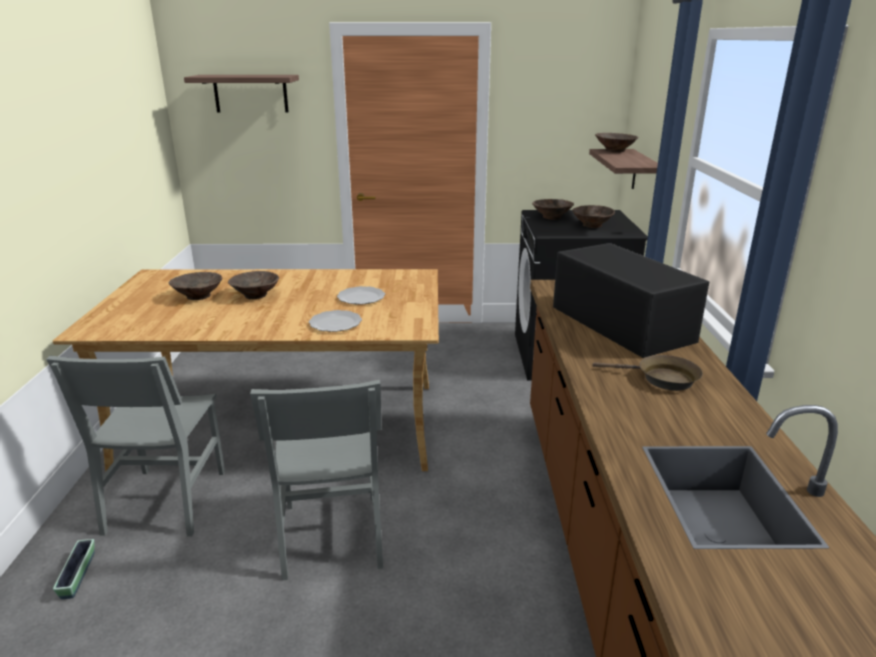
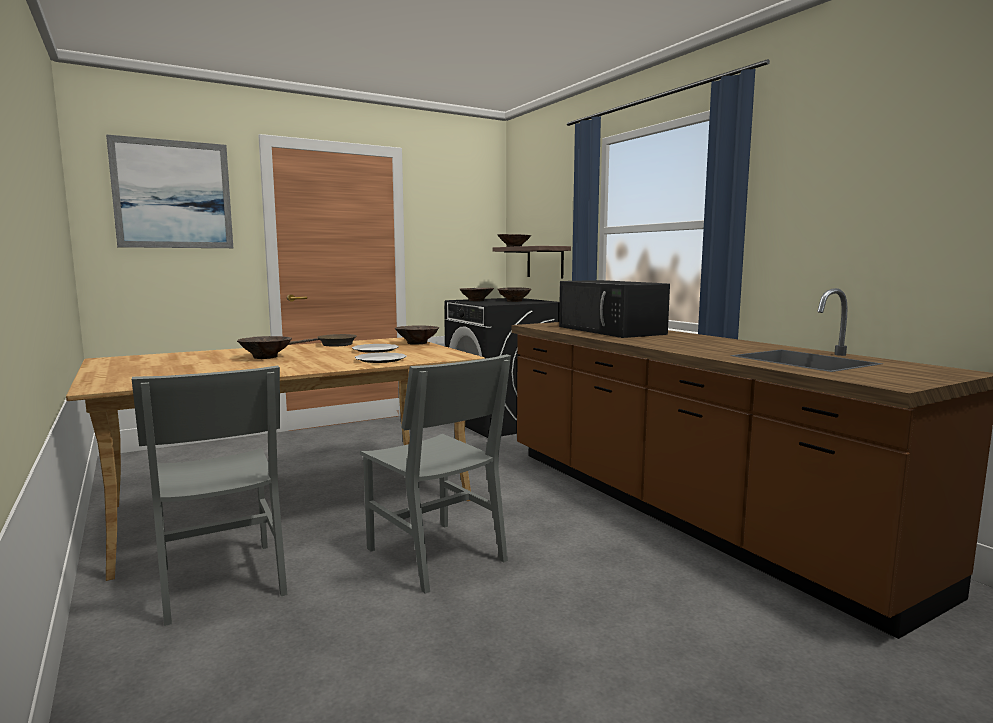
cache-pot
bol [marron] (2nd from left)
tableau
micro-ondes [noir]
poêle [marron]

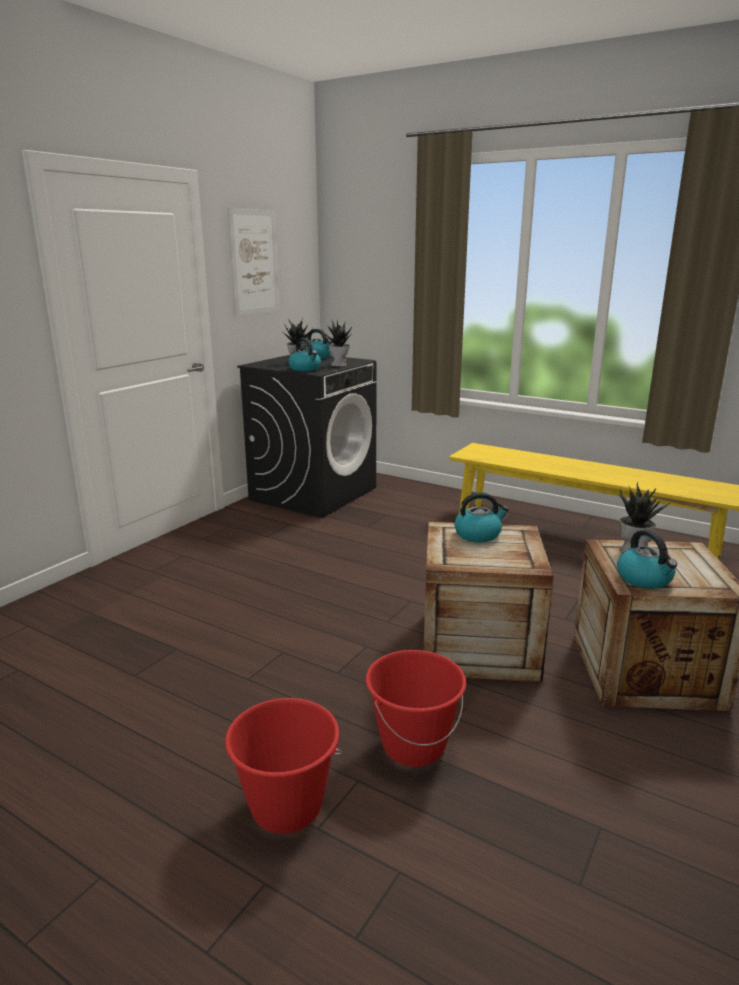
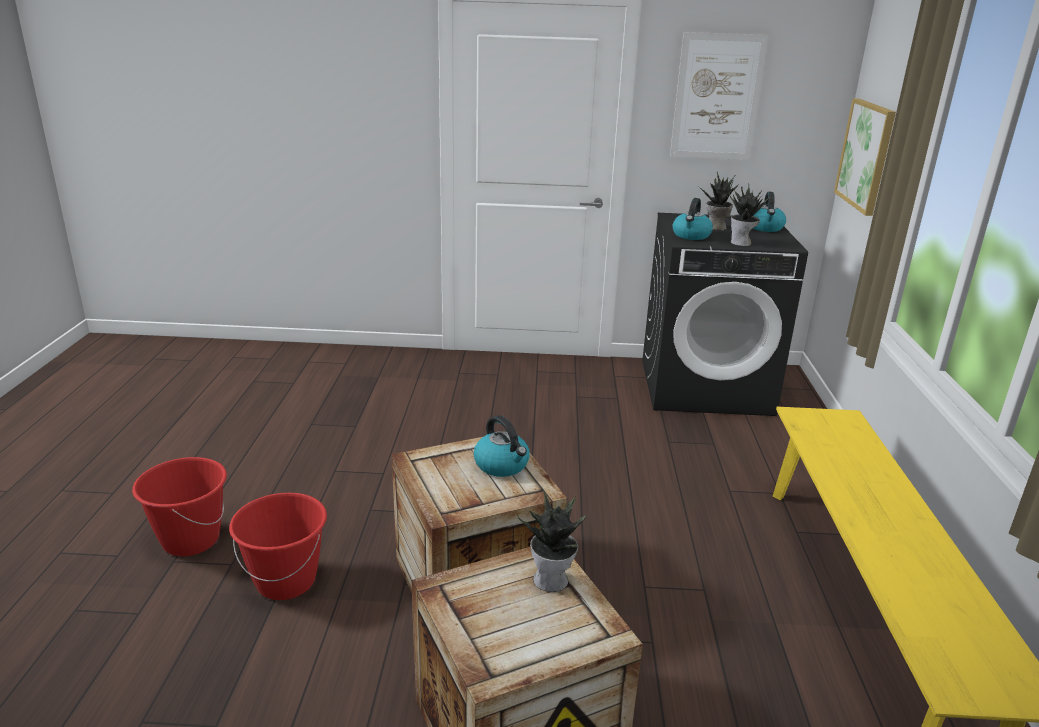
bouilloire (4th from left in the first image)
tableau (2nd from left)

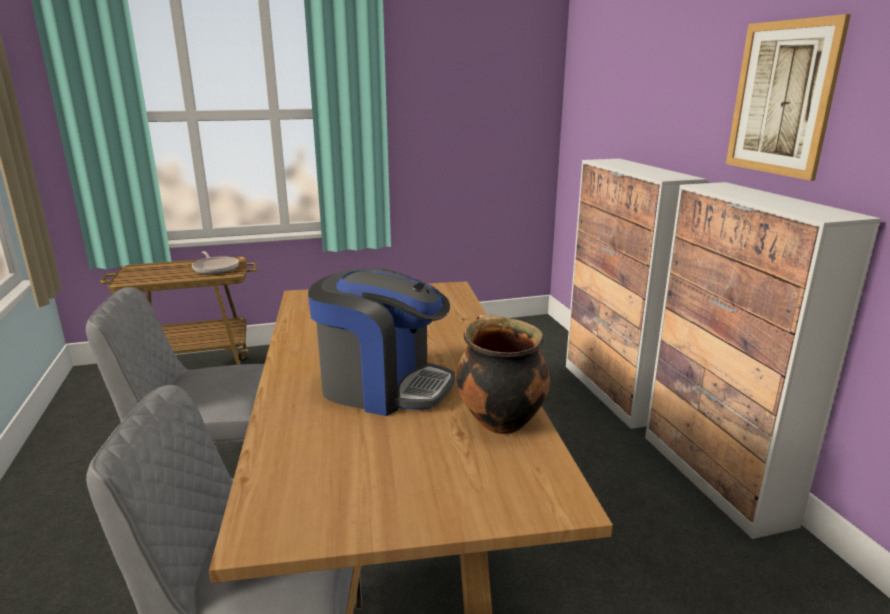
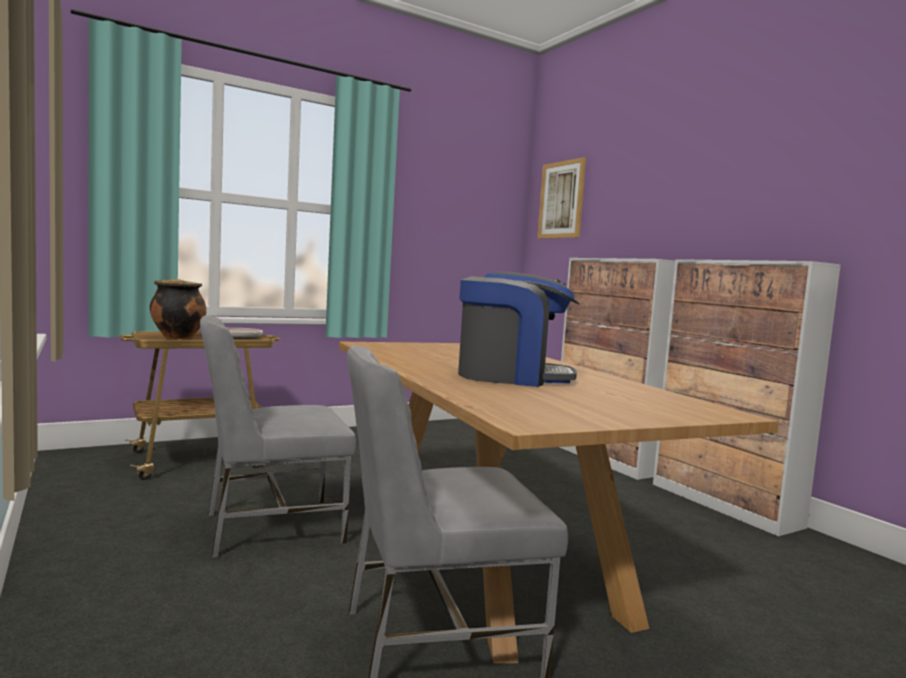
marmite
tableau

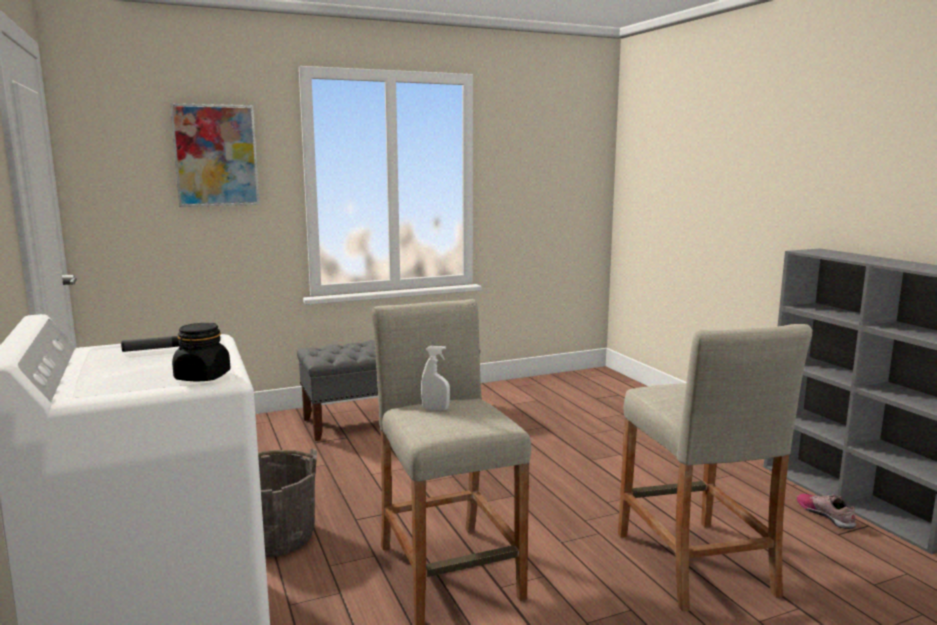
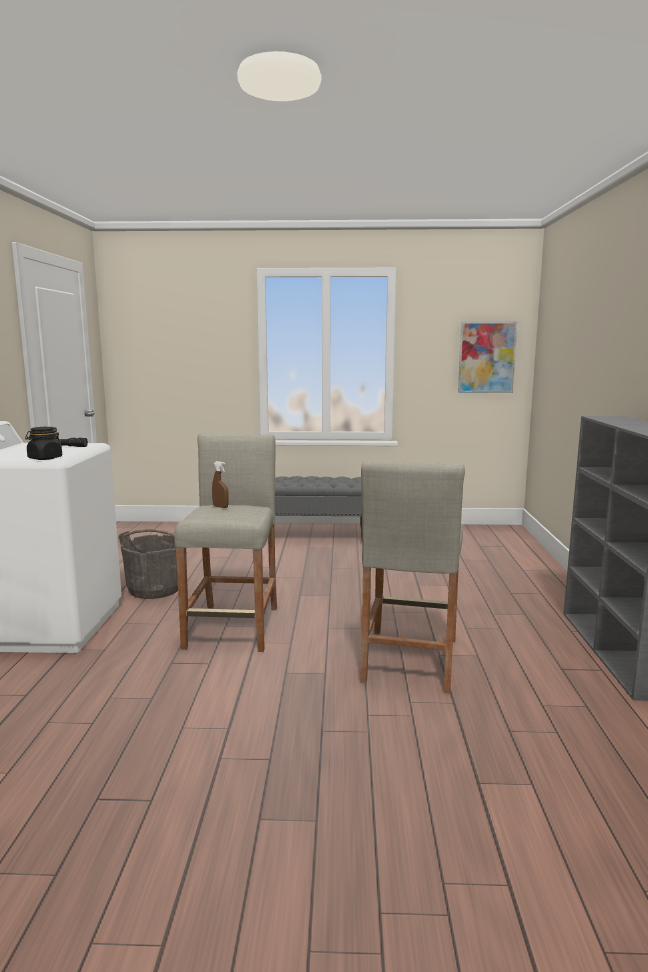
tableau
vaporisateur [marron]
chaussure

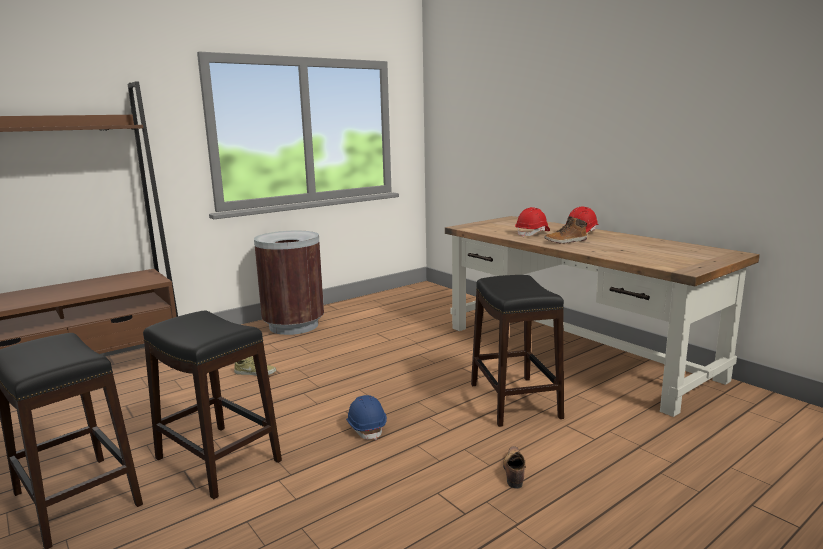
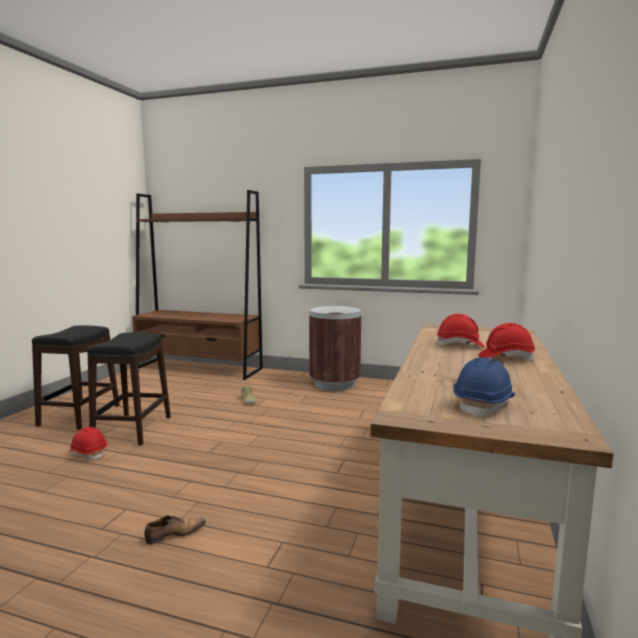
casque de chantier [bleu]
tabouret [noir] (3rd from left in the first image)
botte
casque de chantier [rouge] (1st from left)

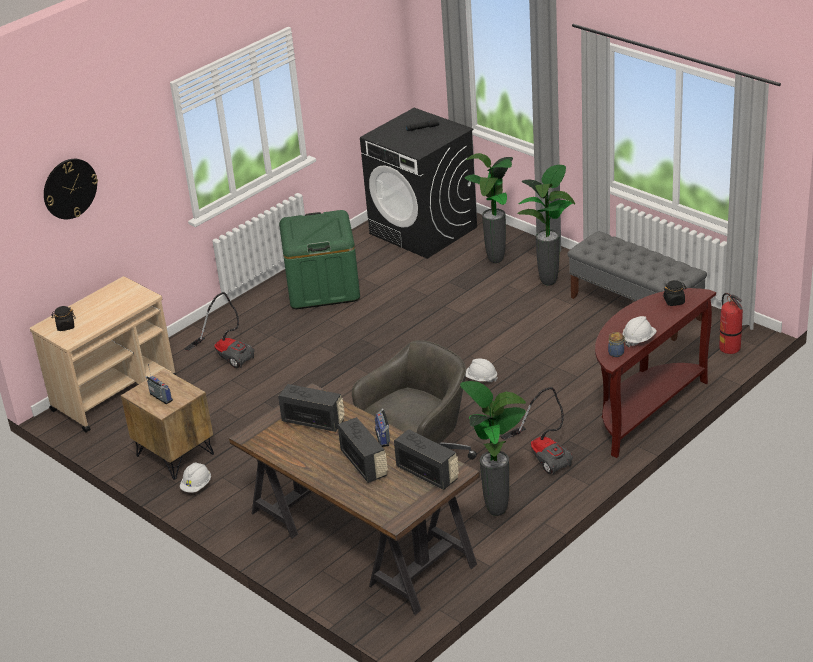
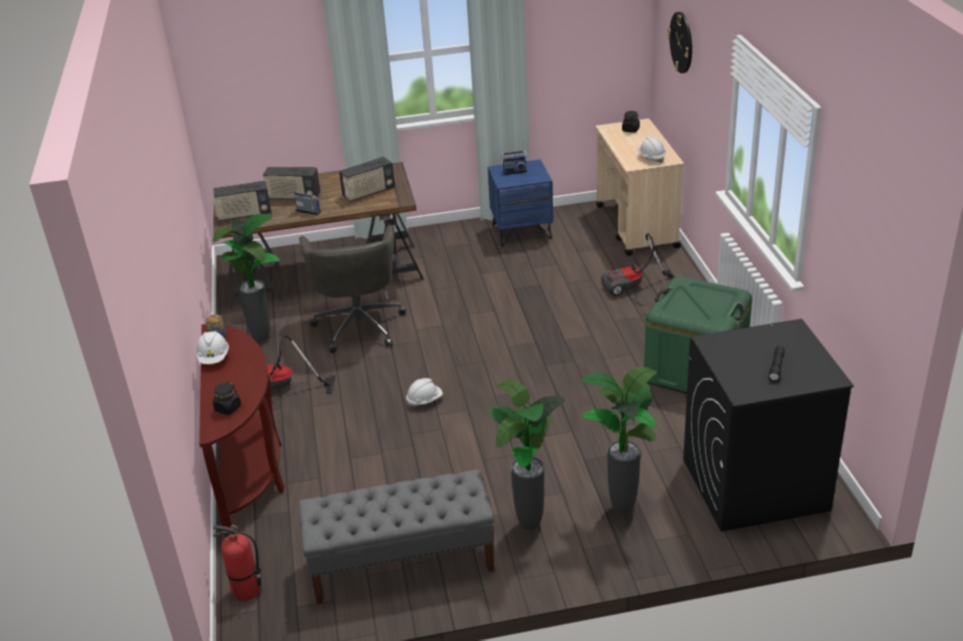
table de chevet [bleu]
casque de chantier [blanc] (3rd from left)

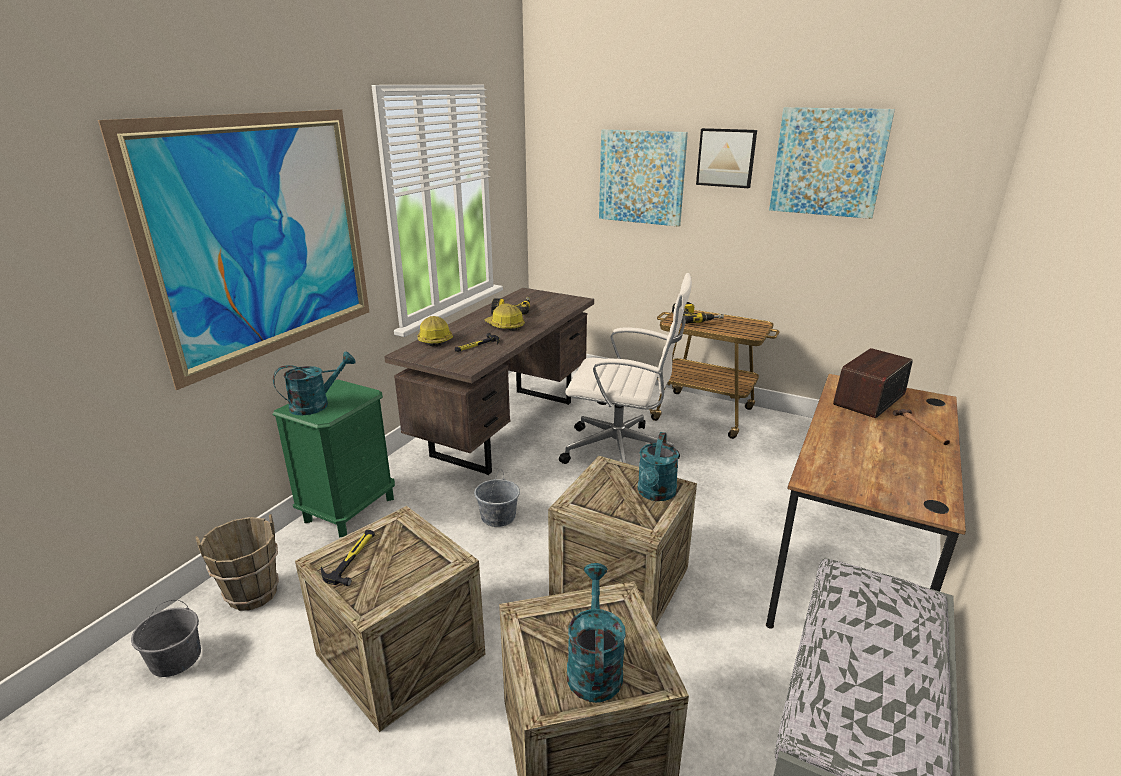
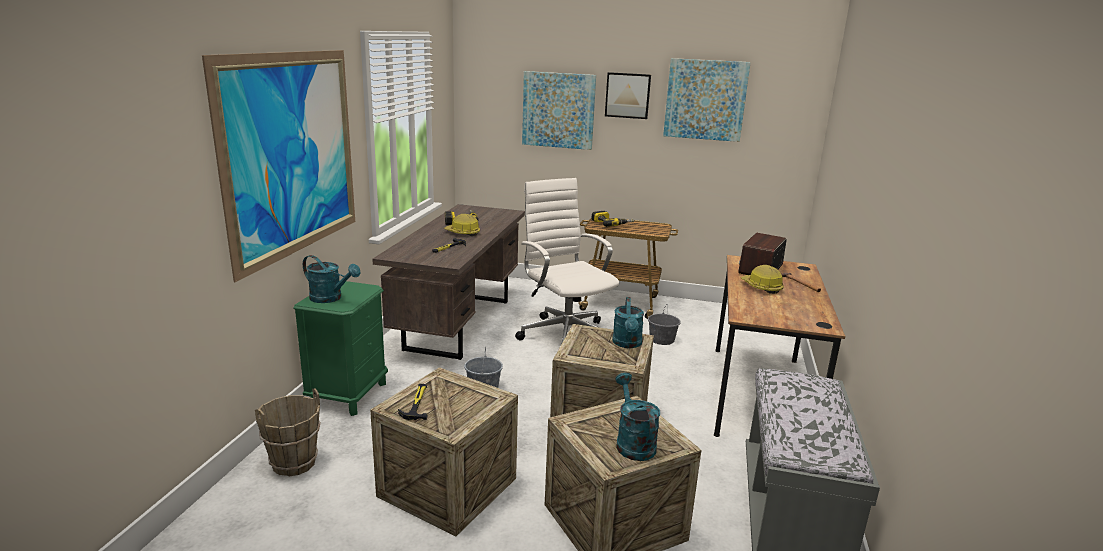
seau [gris] (2nd from left)
arrosoir [turquoise] (1st from left)
casque de chantier (2nd from left)
chaise de bureau [blanc]

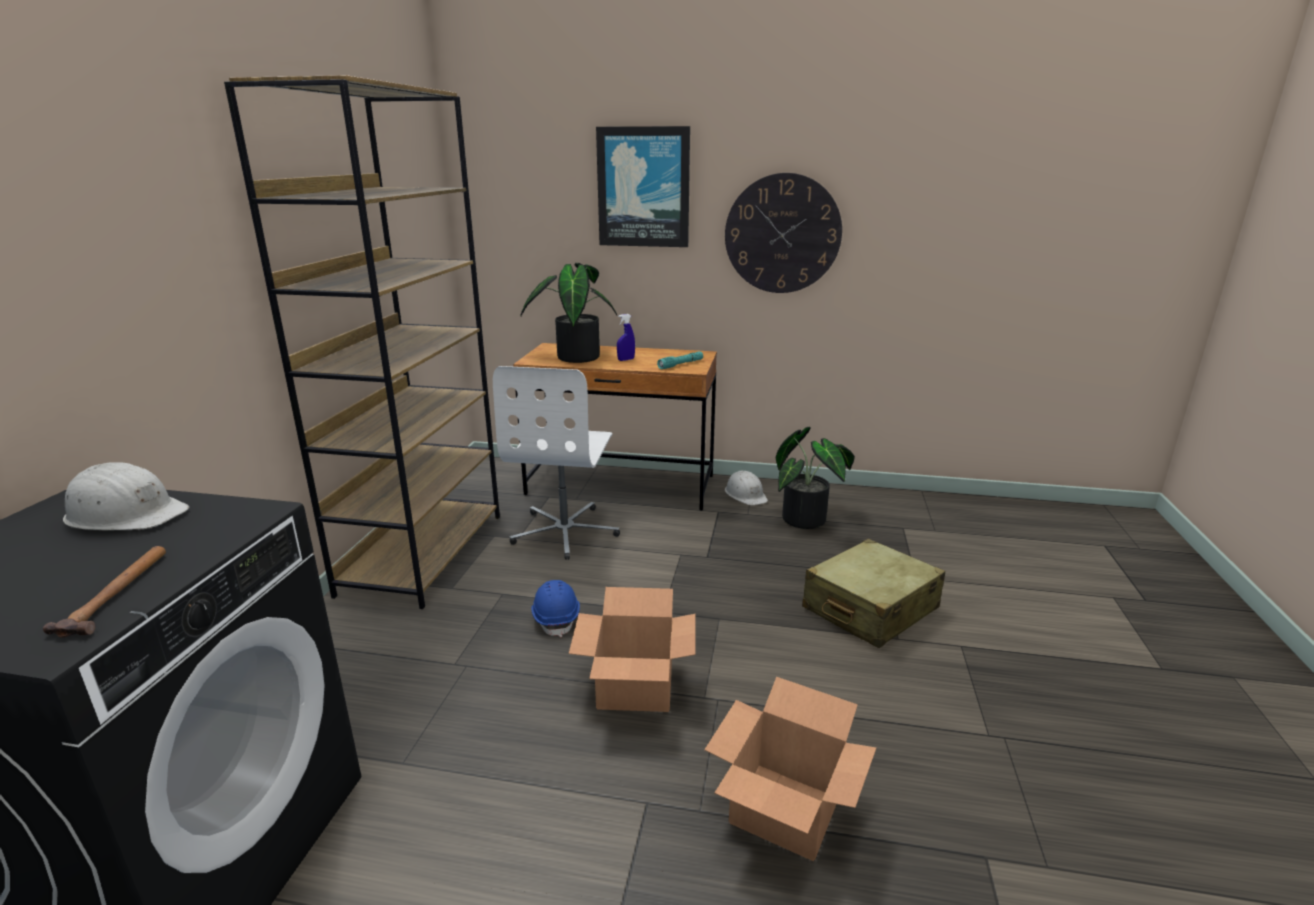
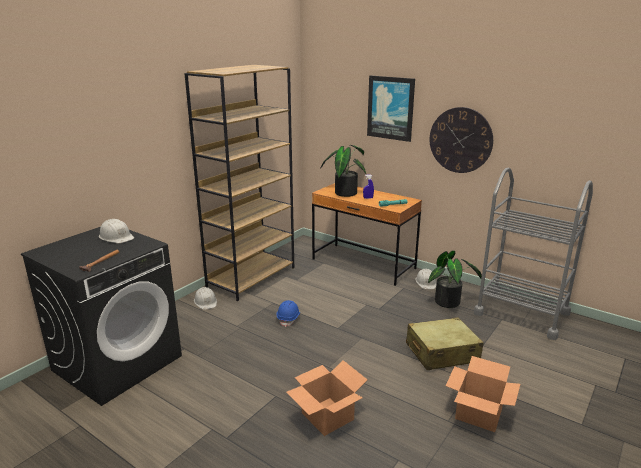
chaise de bureau [blanc]
carton (2nd from left)
casque de chantier [blanc] (2nd from left)
chariot [gris]

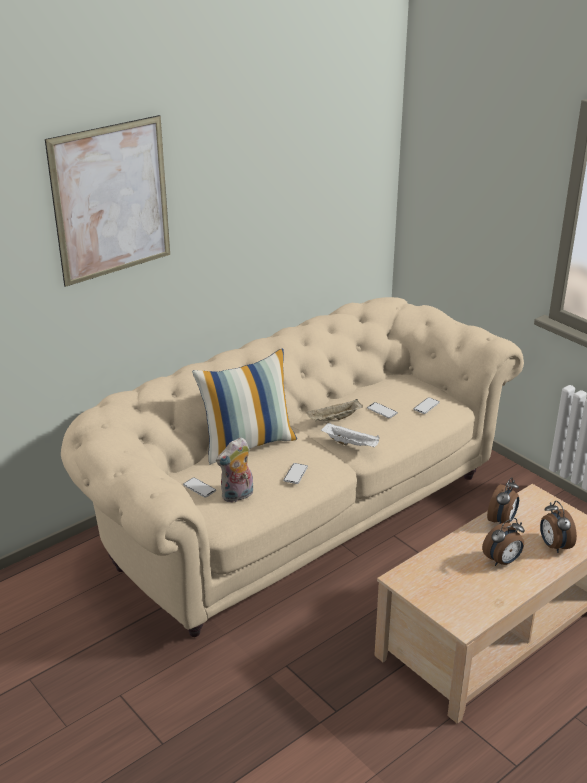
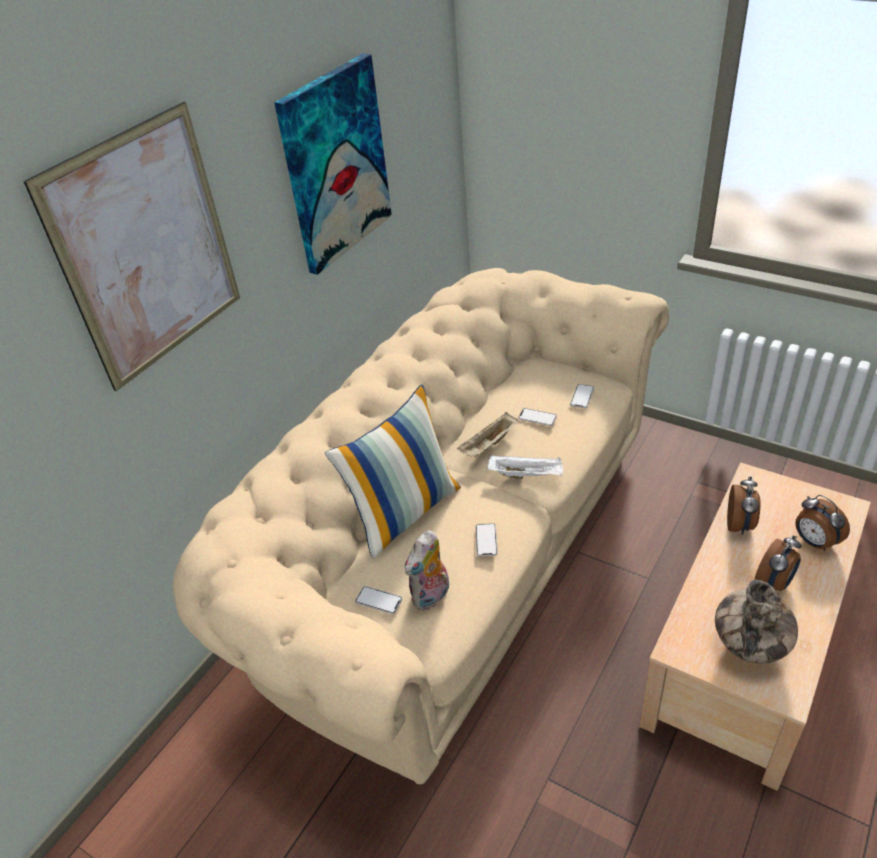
tableau (2nd from left)
vase

